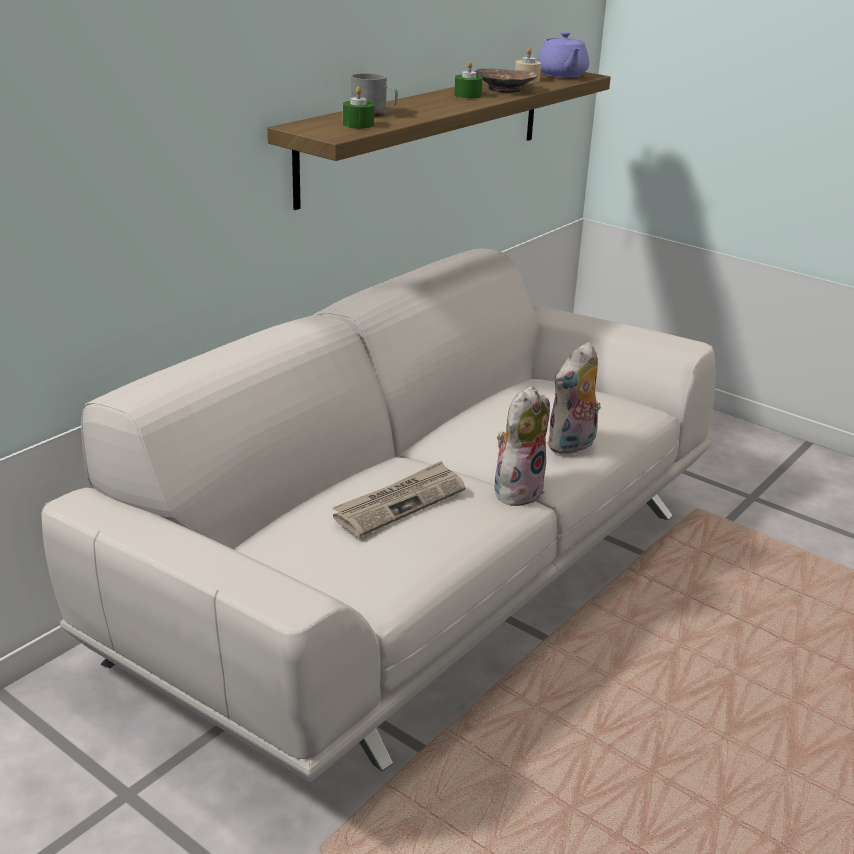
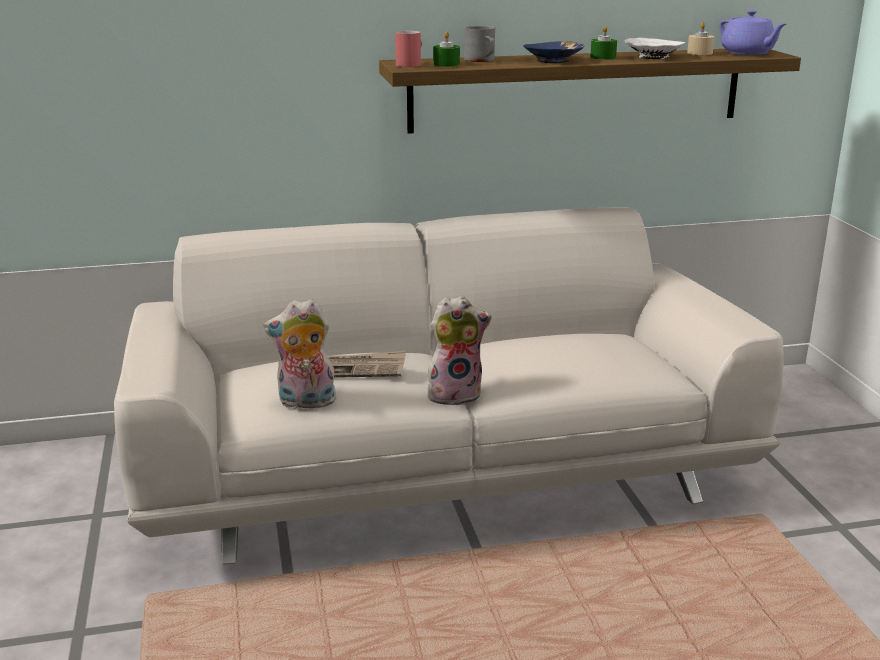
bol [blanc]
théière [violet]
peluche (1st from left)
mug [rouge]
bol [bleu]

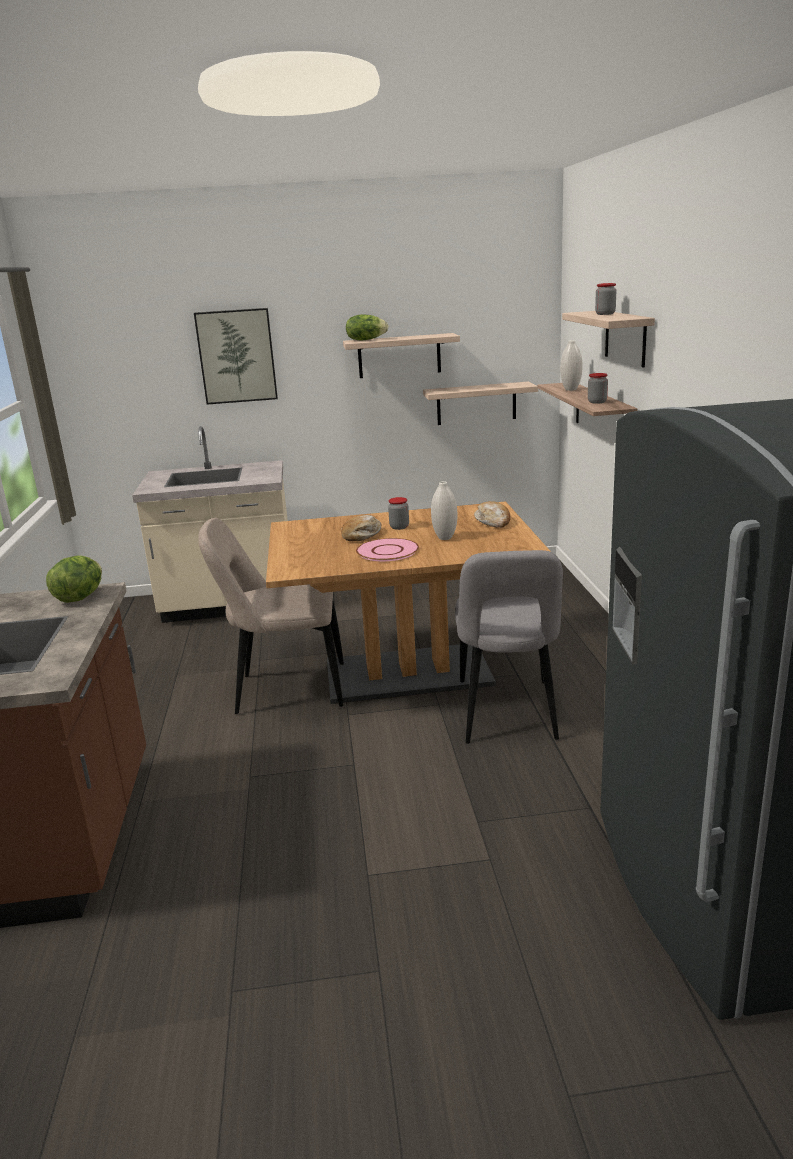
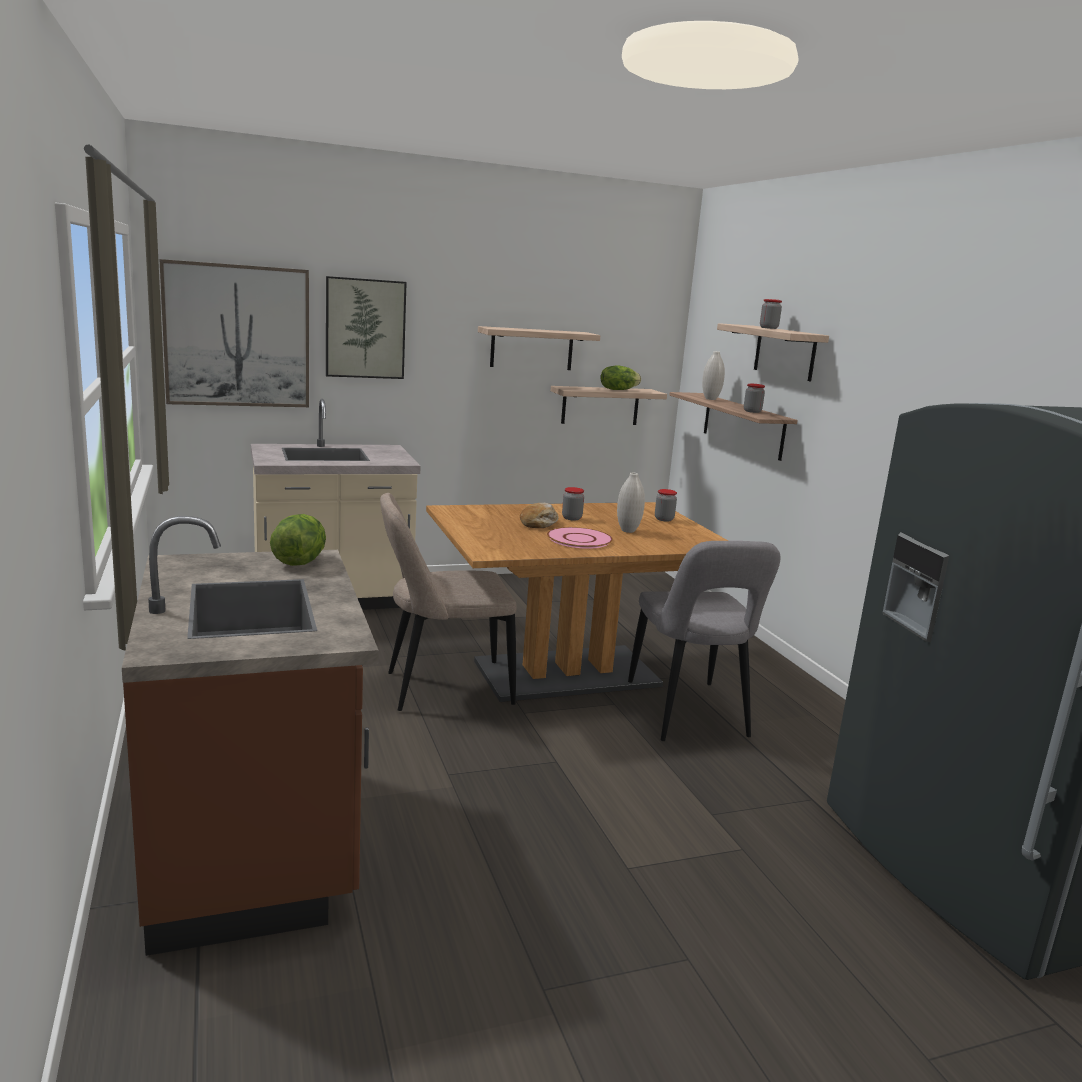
laitue (2nd from left)
bocal (2nd from left)
tableau (1st from left)

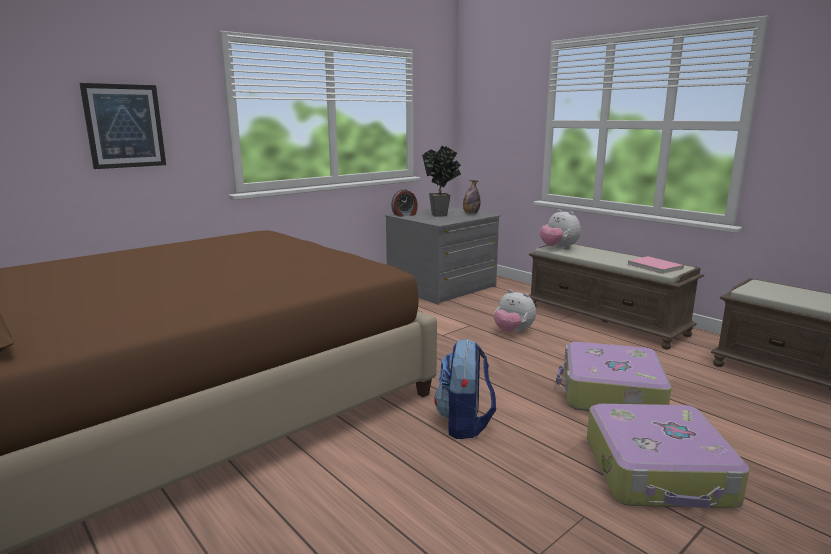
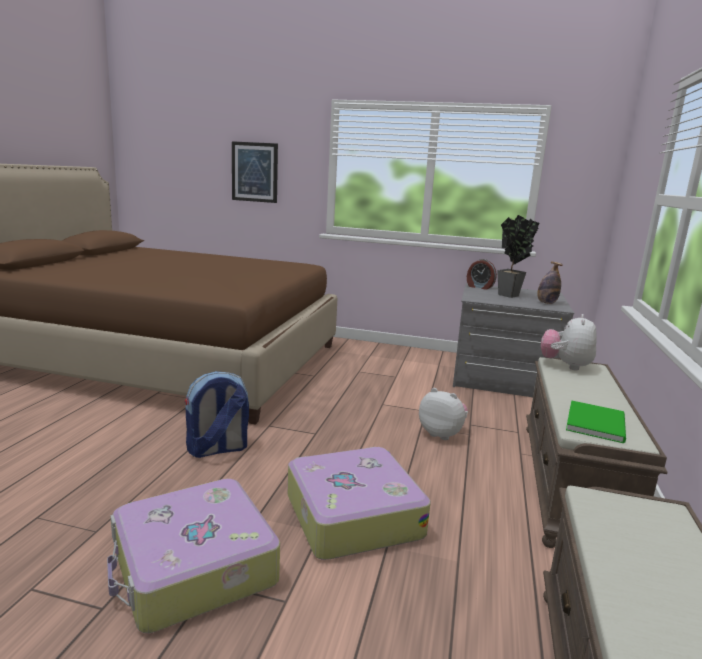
peluche (1st from left)
livre [vert]

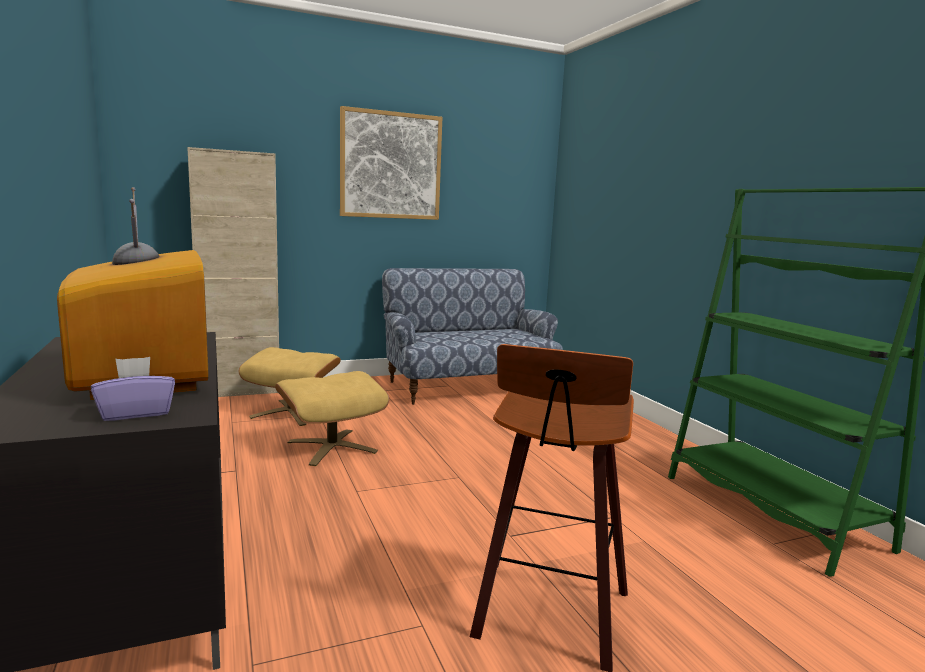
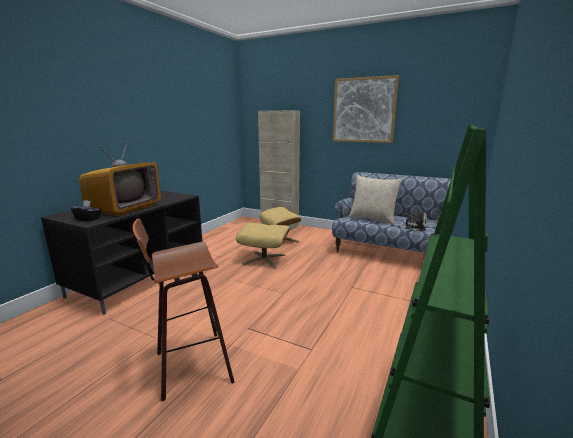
boîte à mouchoirs [noir]
coussin [beige]
peluche

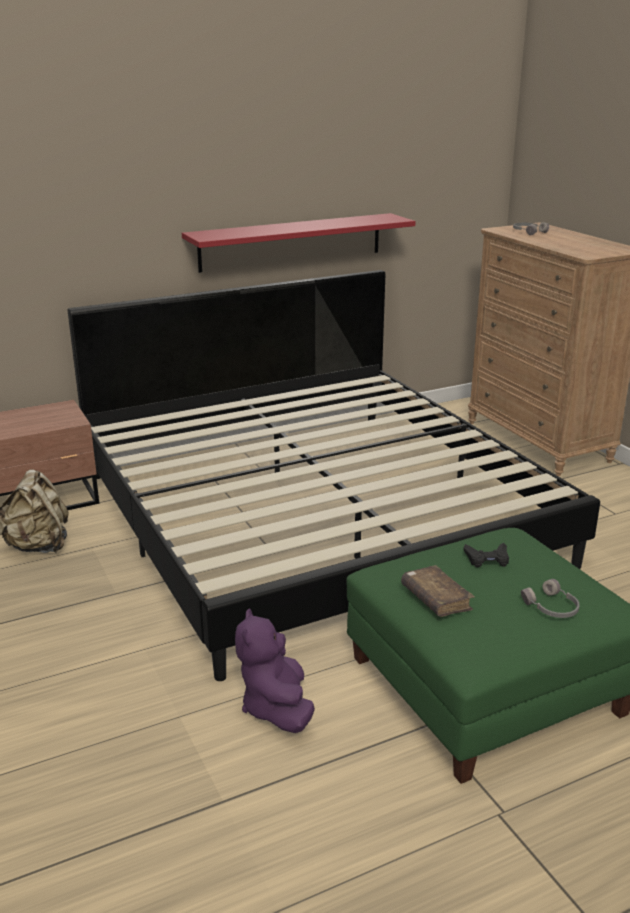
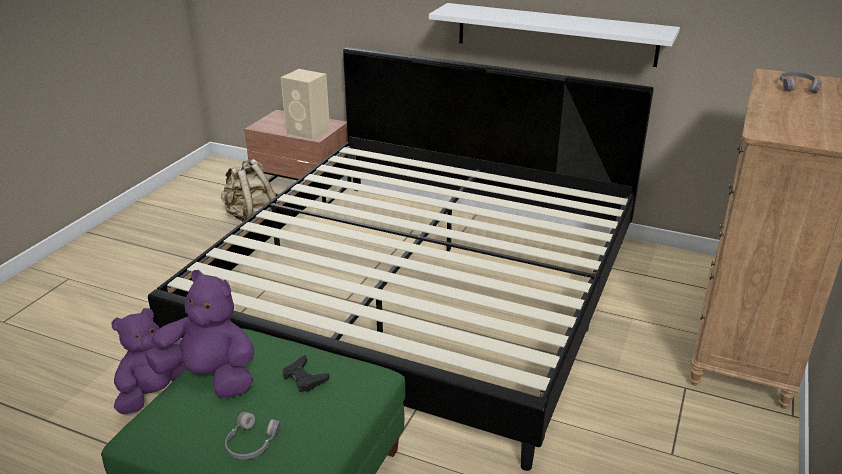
étagère [blanc]
peluche [violet] (2nd from left)
enceinte [beige]

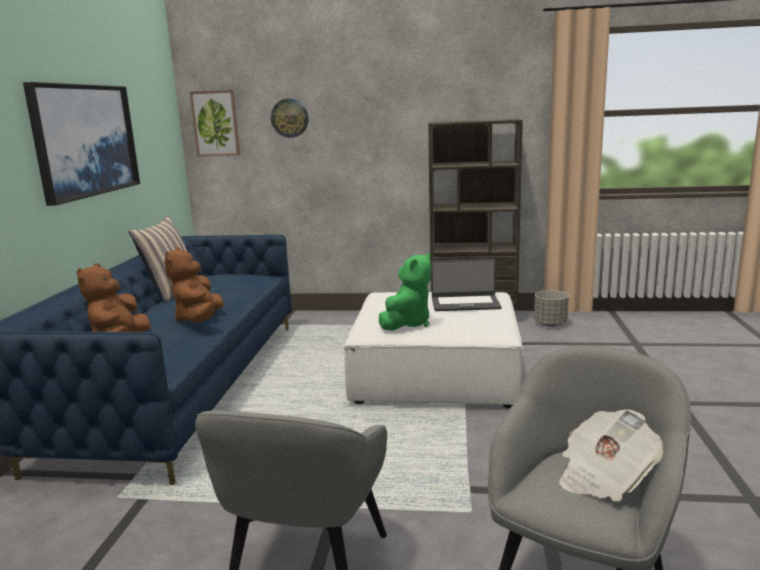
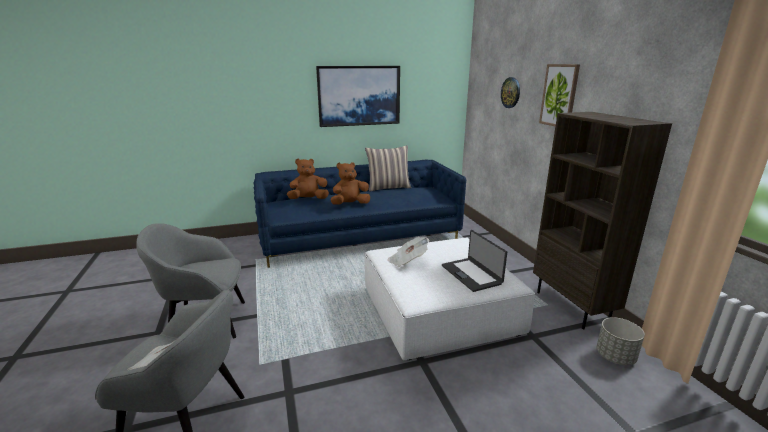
tableau (2nd from left)
journal (2nd from left)

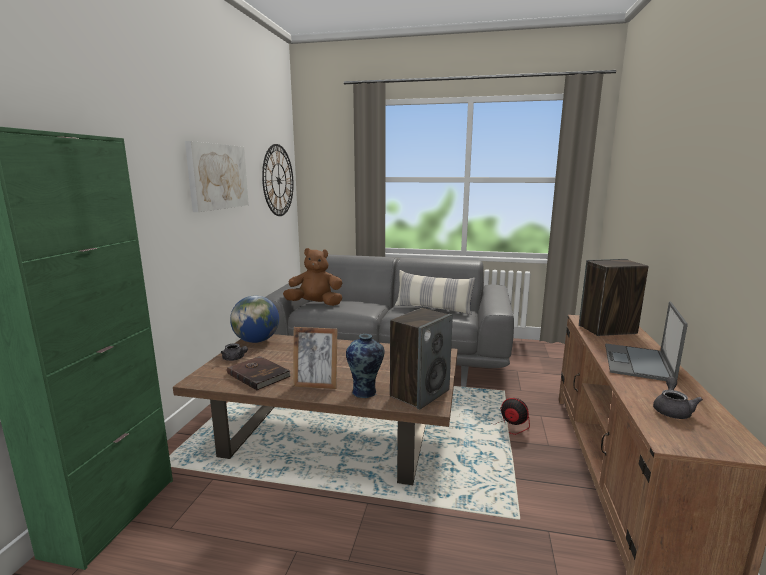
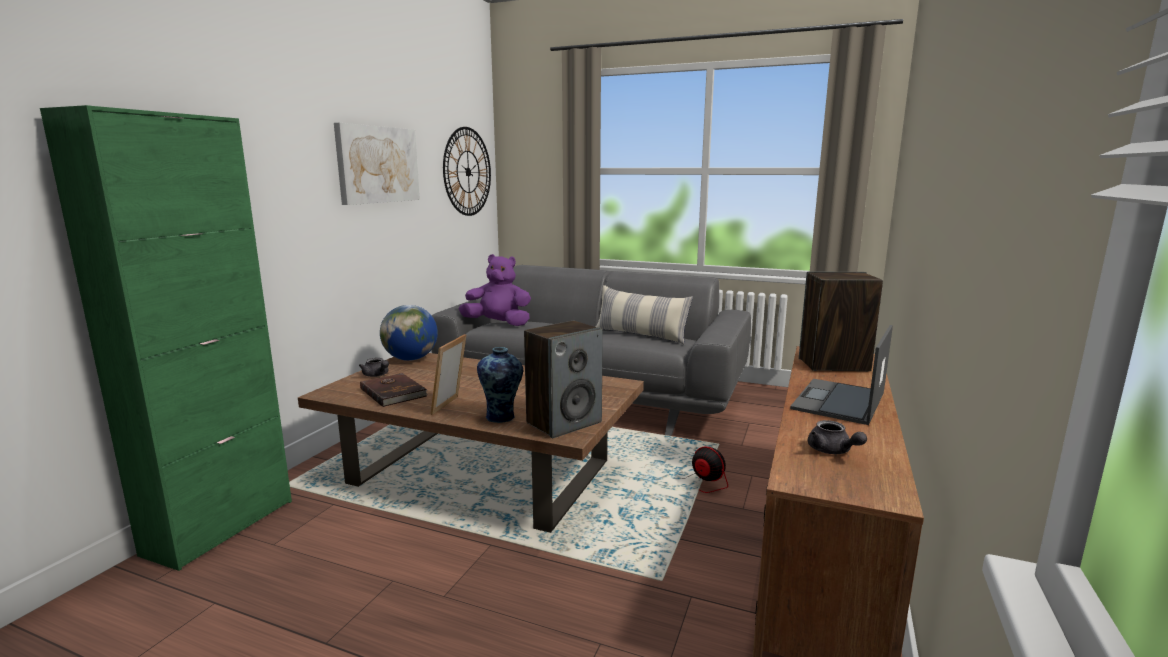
peluche [violet]
cadre photo
théière [gris] (2nd from left)

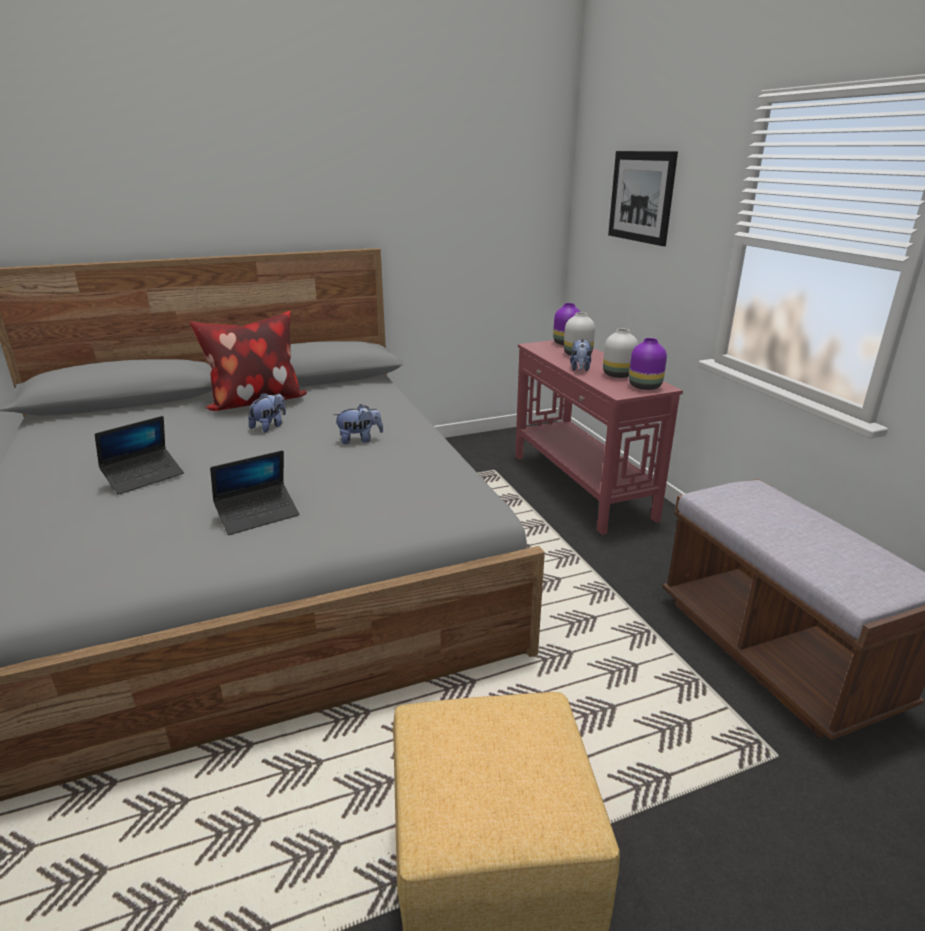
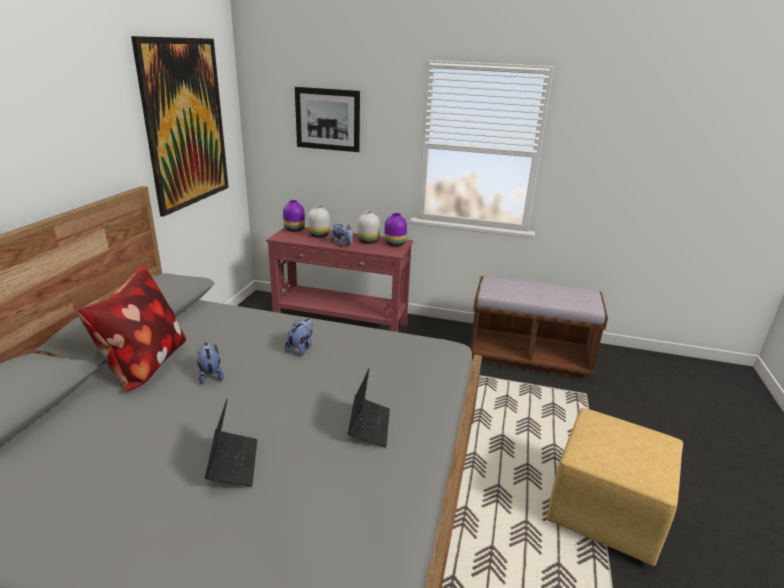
tableau (1st from left)

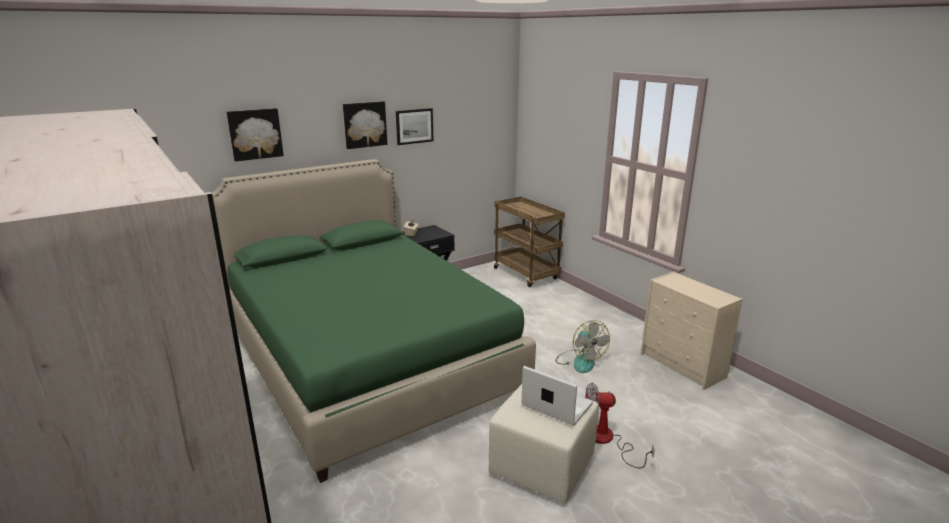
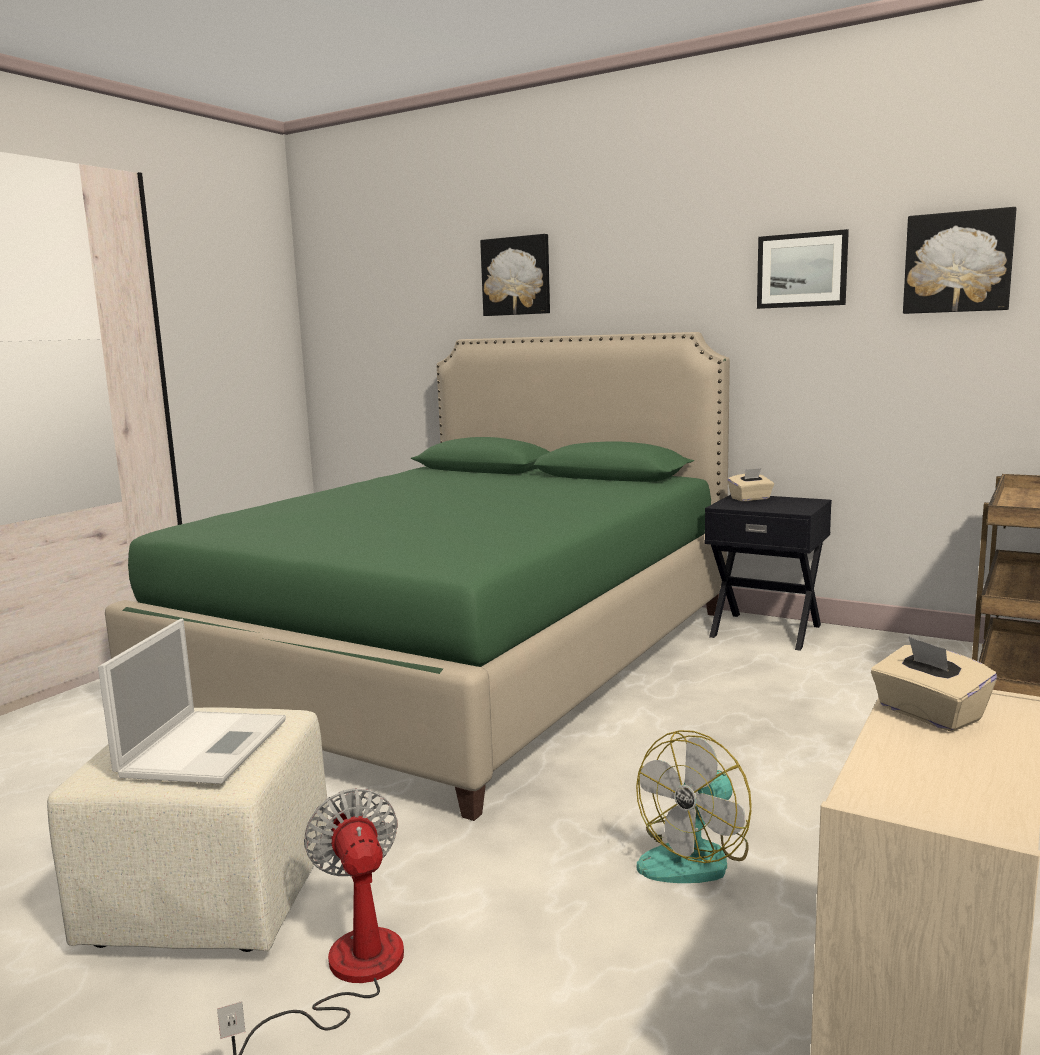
tableau (3rd from left)
boîte à mouchoirs [beige] (2nd from left)

